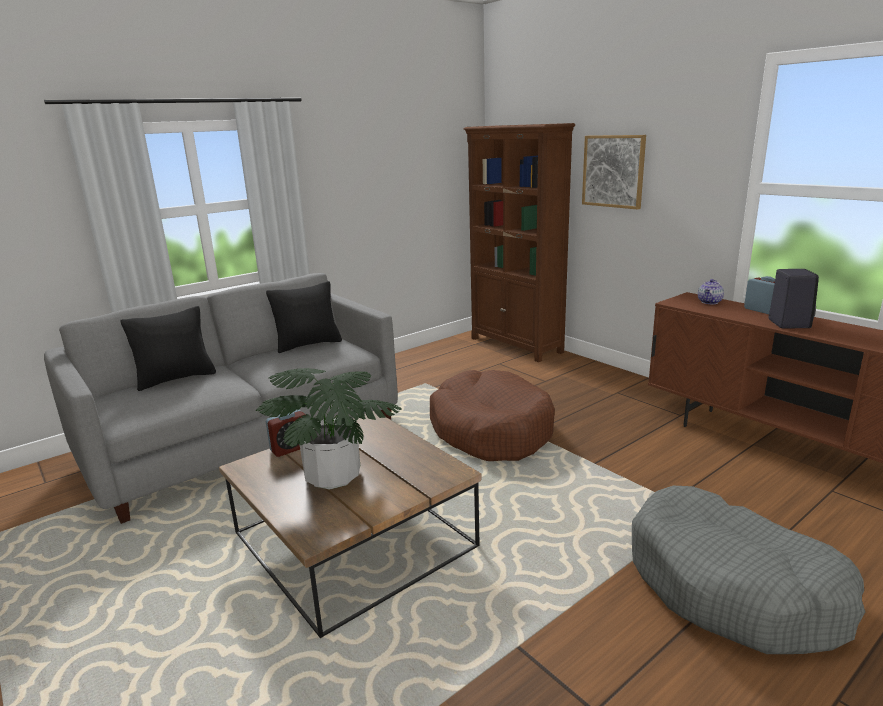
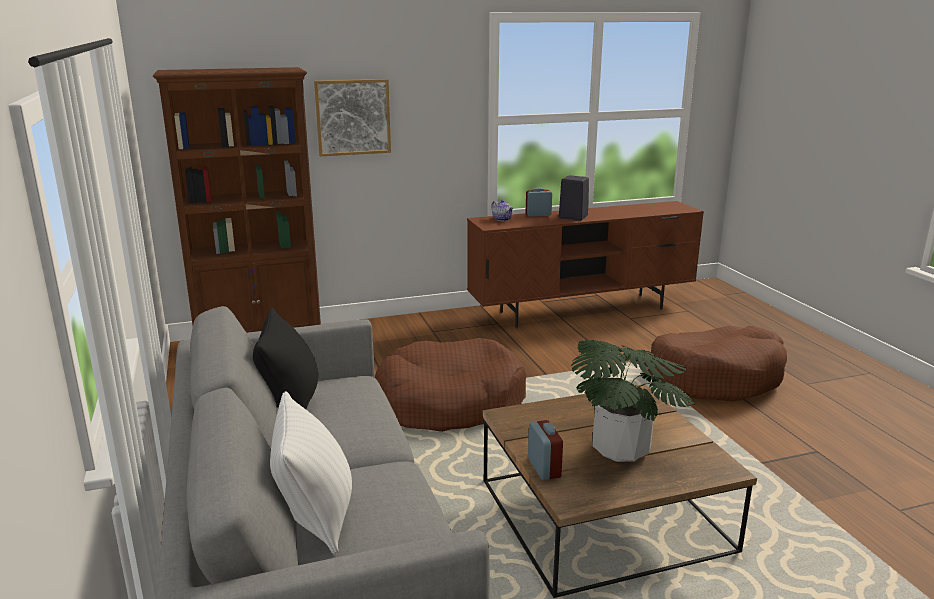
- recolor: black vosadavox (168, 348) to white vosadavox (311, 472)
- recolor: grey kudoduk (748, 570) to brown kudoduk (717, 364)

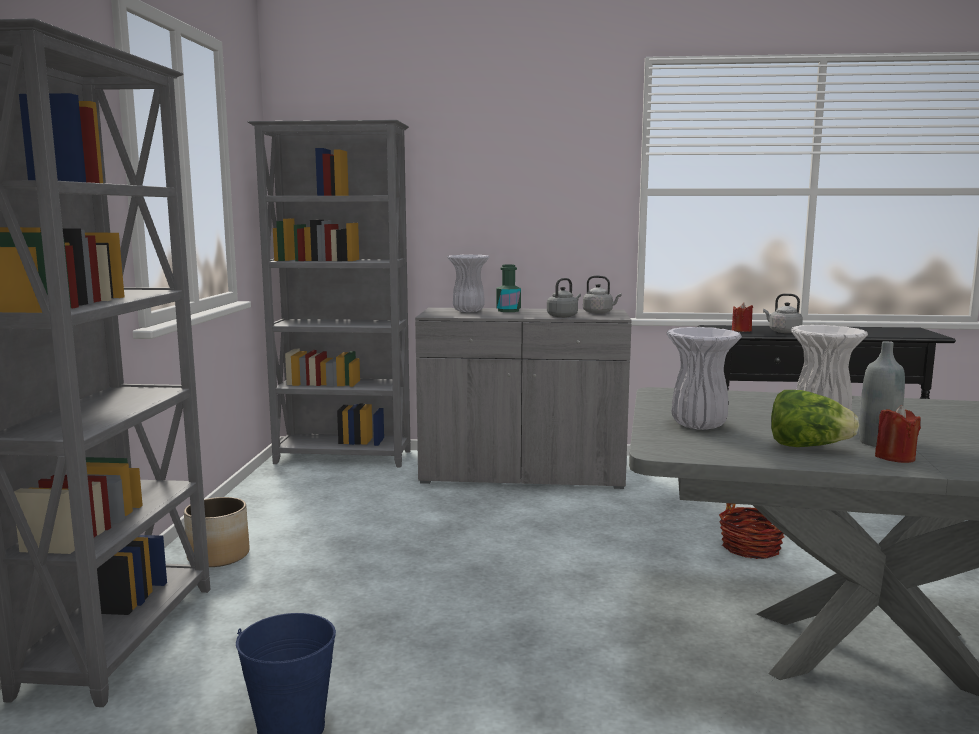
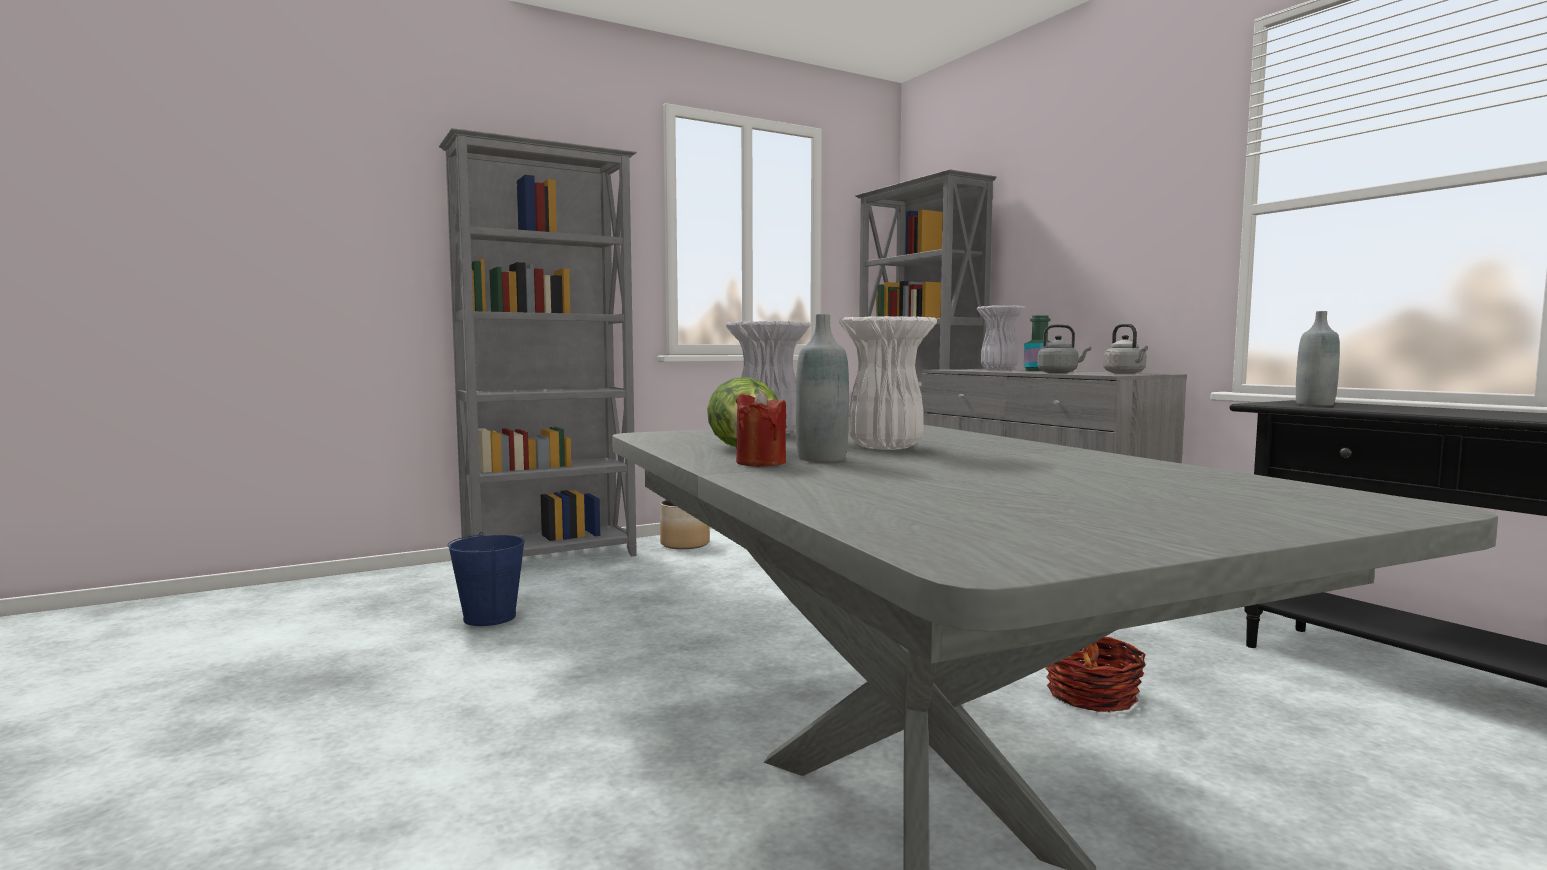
- replace: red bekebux (742, 317) to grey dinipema (1318, 358)
- delete: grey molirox (783, 313)

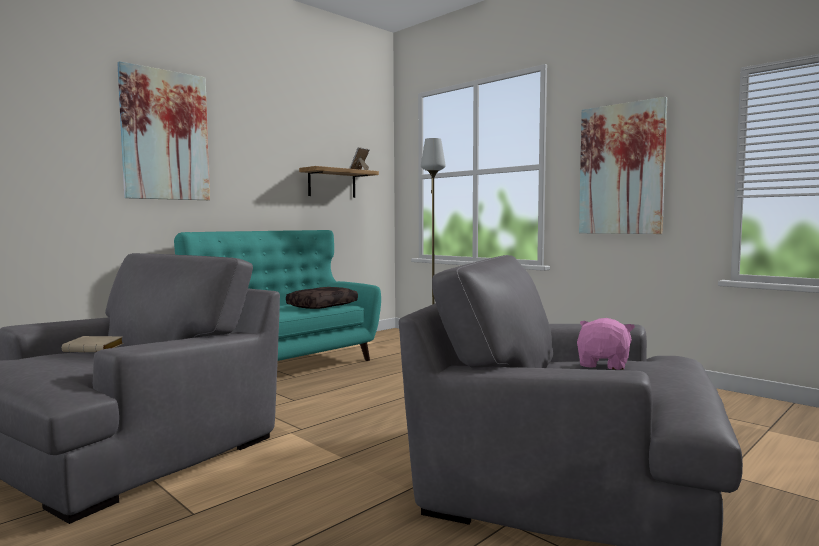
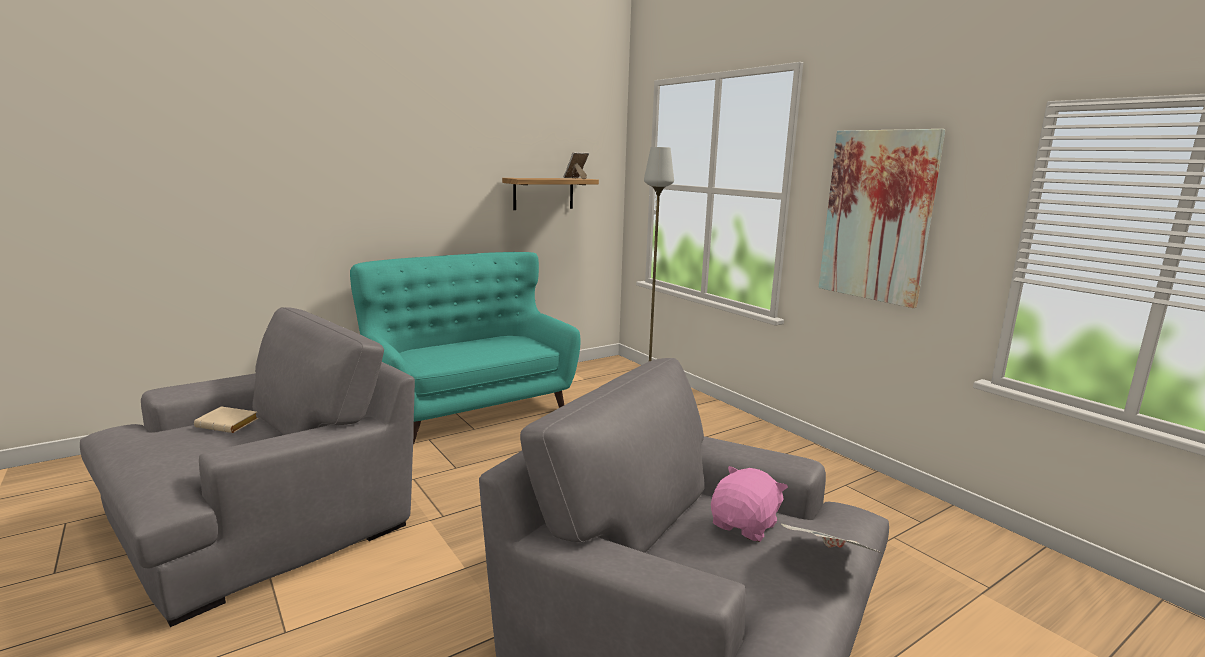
- insert: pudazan (832, 539)
- delete: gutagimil (163, 130)
- delete: brown vosadavox (322, 298)

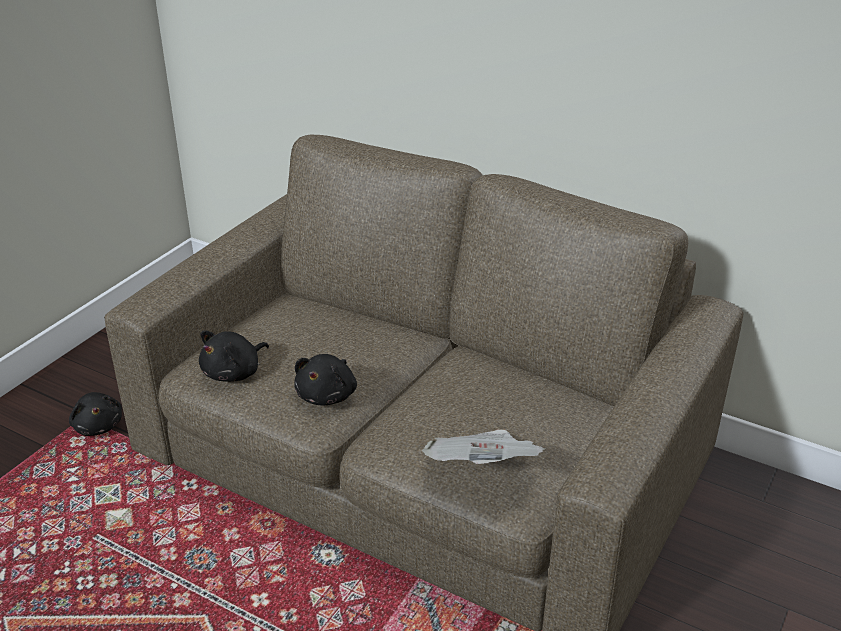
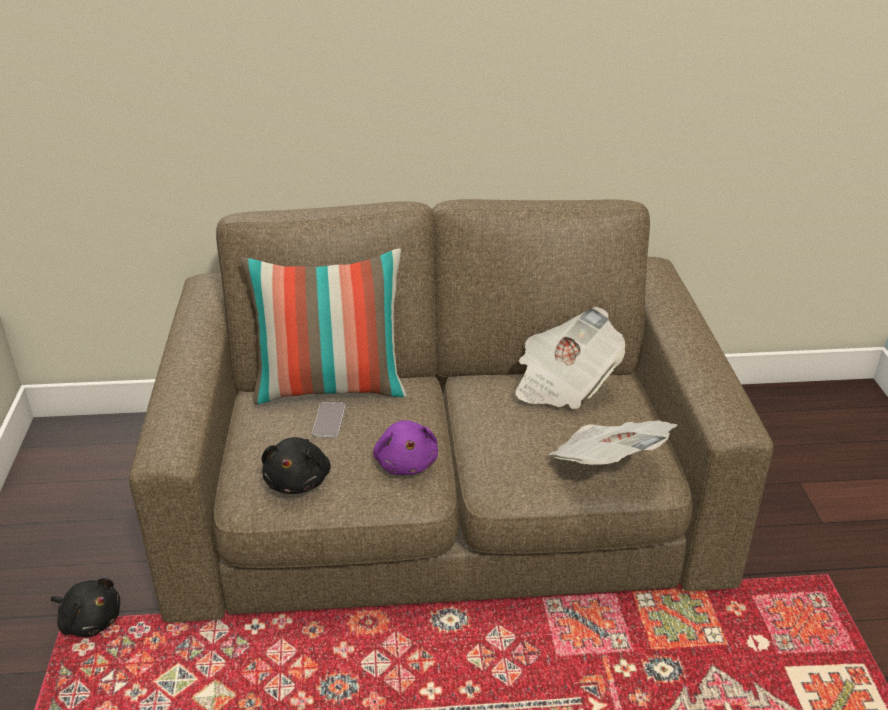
- insert: vosadavox (323, 326)
- insert: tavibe (328, 420)
- recolor: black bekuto (325, 379) to purple bekuto (405, 447)
- insert: pudazan (570, 358)

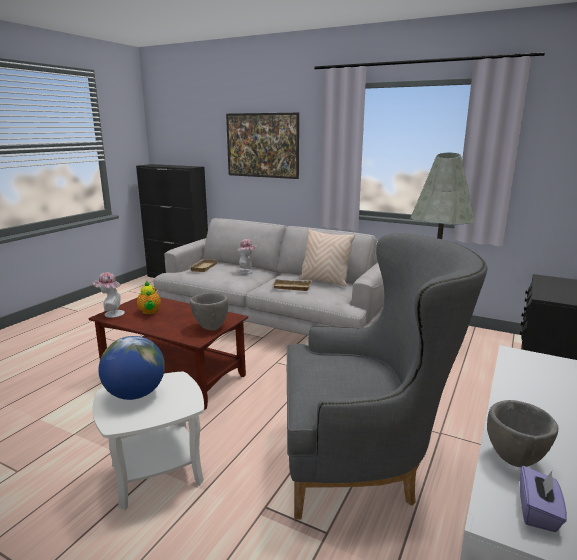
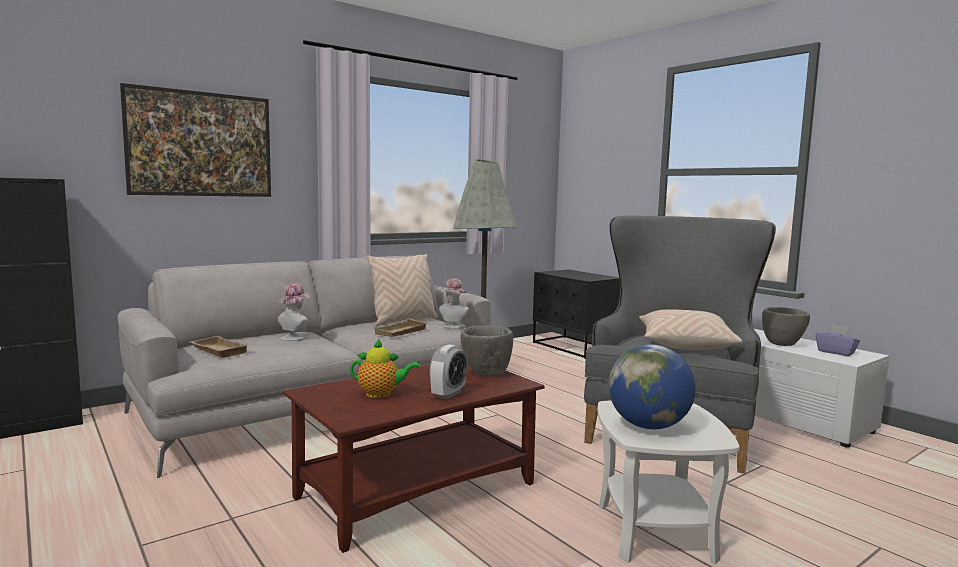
- insert: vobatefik (448, 371)
- move: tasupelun (109, 295) to (454, 303)
- insert: beige vosadavox (691, 329)

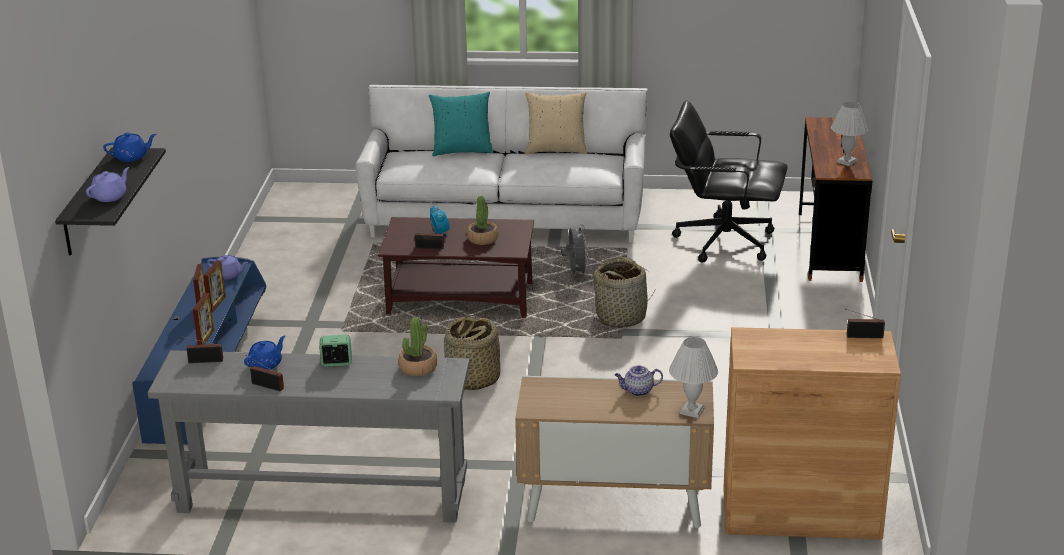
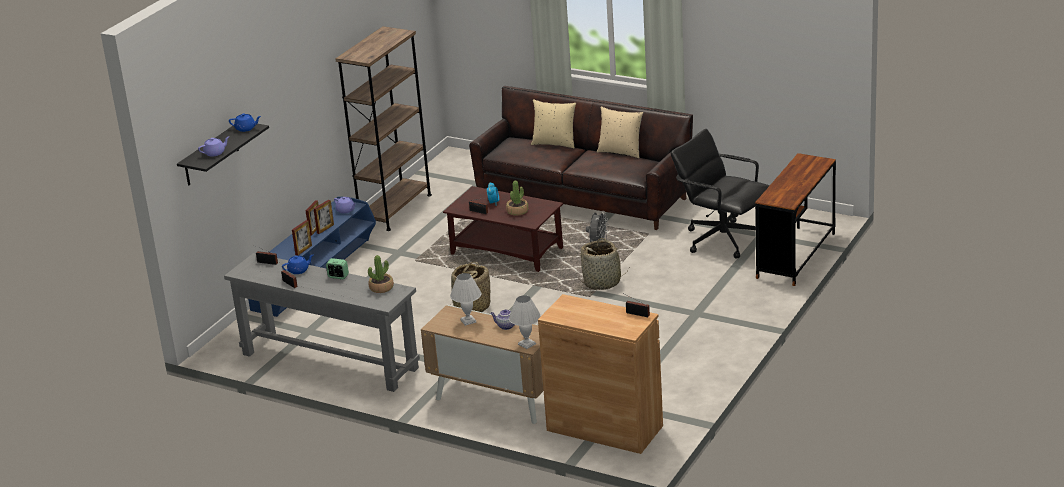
- insert: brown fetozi (383, 128)
- move: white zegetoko (850, 134) to (465, 299)
- recolor: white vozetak (501, 164) to brown vozetak (581, 158)
- recolor: turquoise vosadavox (461, 124) to beige vosadavox (553, 124)

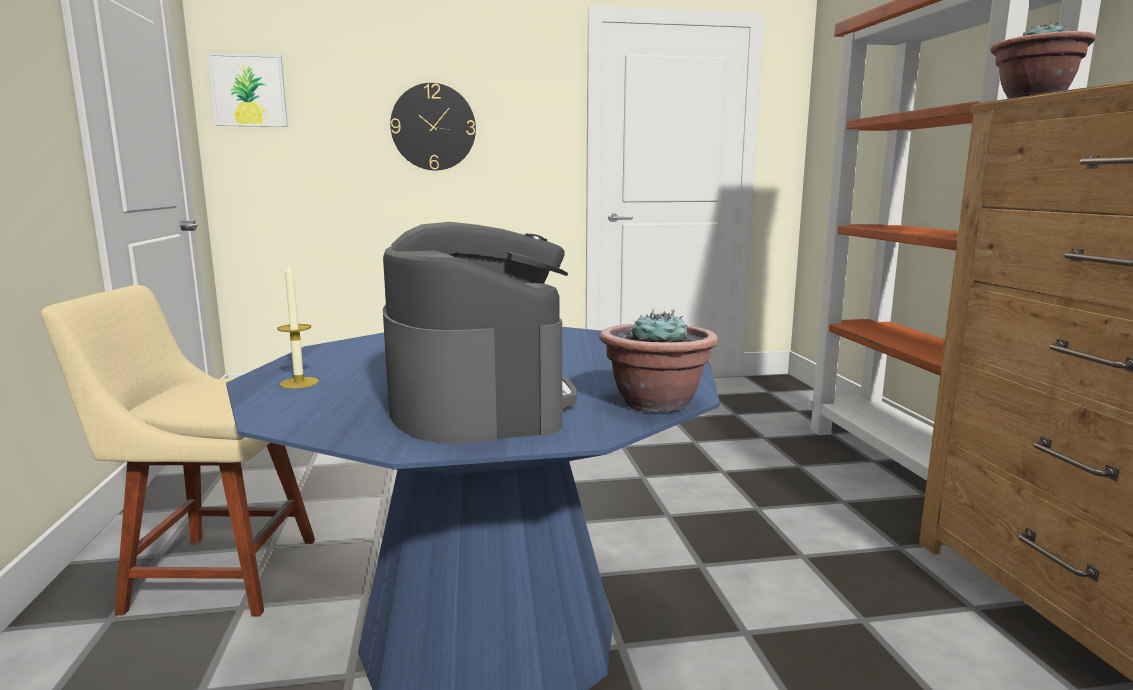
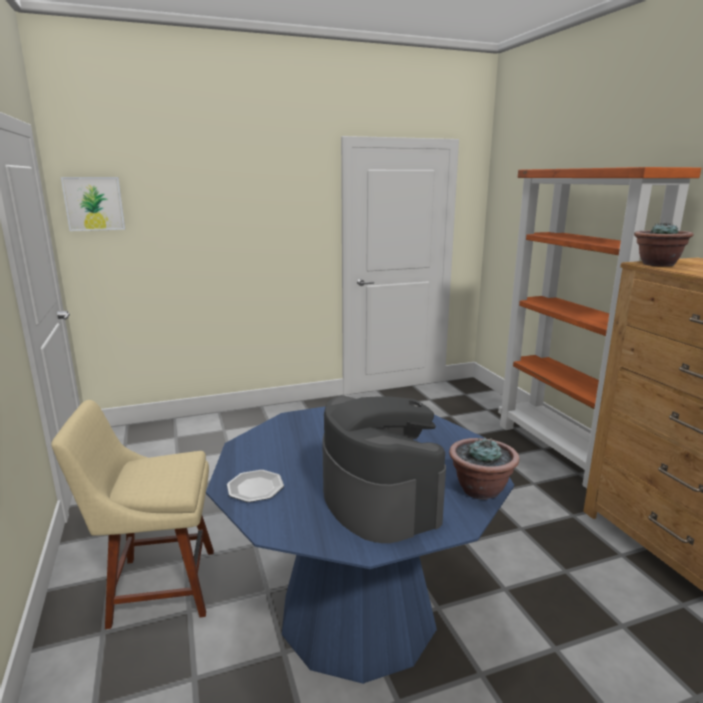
- replace: bekebux (298, 325) to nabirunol (255, 486)
- delete: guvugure (433, 126)

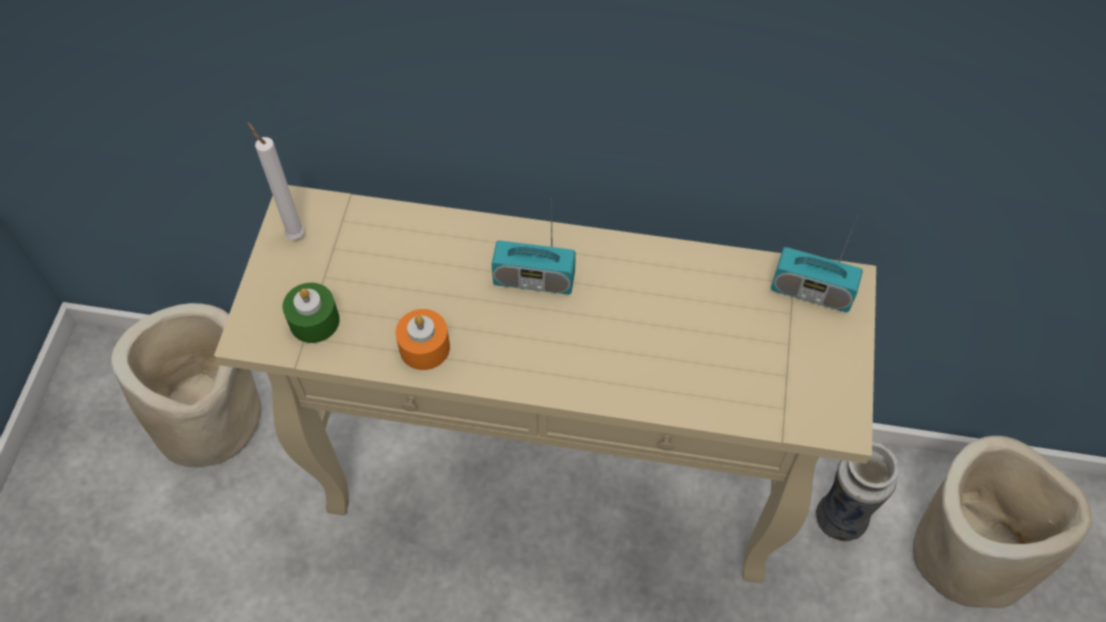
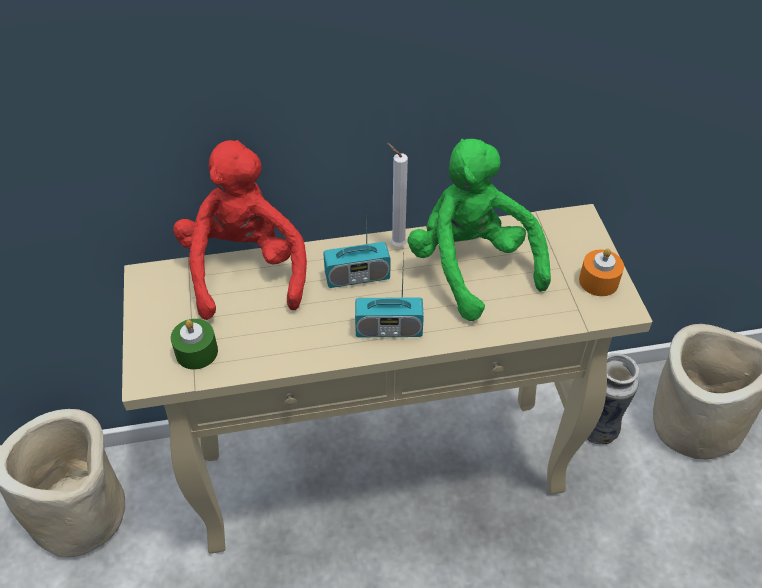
- insert: red bekuto (240, 230)
- move: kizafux (817, 264) to (389, 294)
- move: white bekebux (276, 180) to (397, 195)
- insert: green bekuto (479, 230)
- move: orange bekebux (422, 339) to (601, 272)

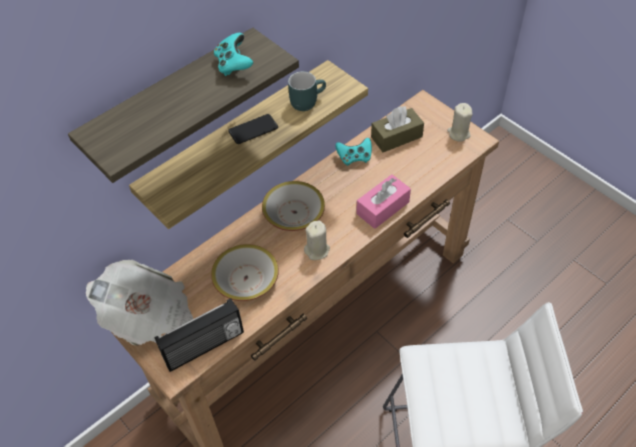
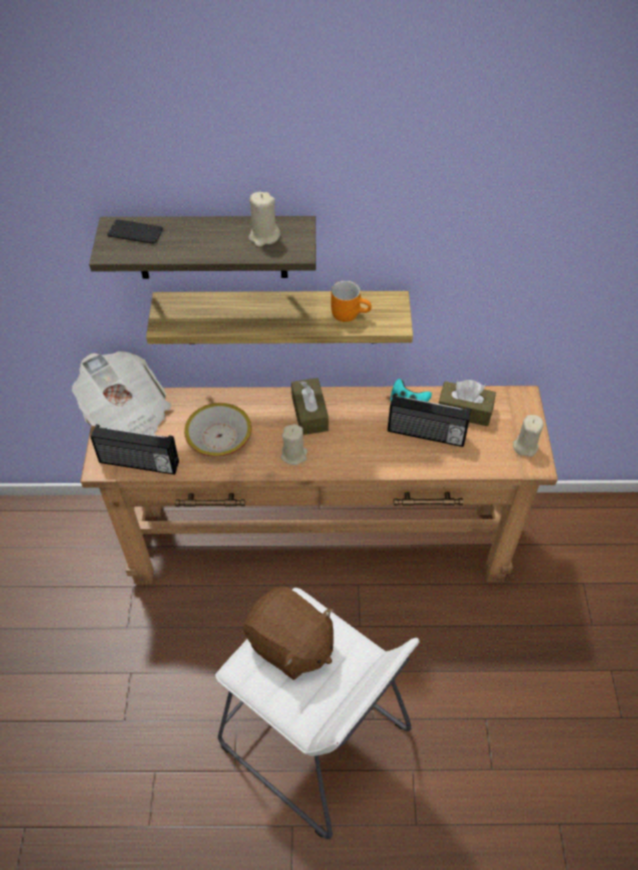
- move: tavibe (253, 129) to (135, 232)
- insert: brown bekuto (288, 633)
- replace: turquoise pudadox (233, 54) to beige bekebux (264, 219)
- replace: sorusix (293, 206) to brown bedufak (310, 406)
- recolor: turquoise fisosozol (307, 91) to orange fisosozol (351, 301)
- insert: kizafux (429, 420)
- delete: pink bedufak (383, 201)

